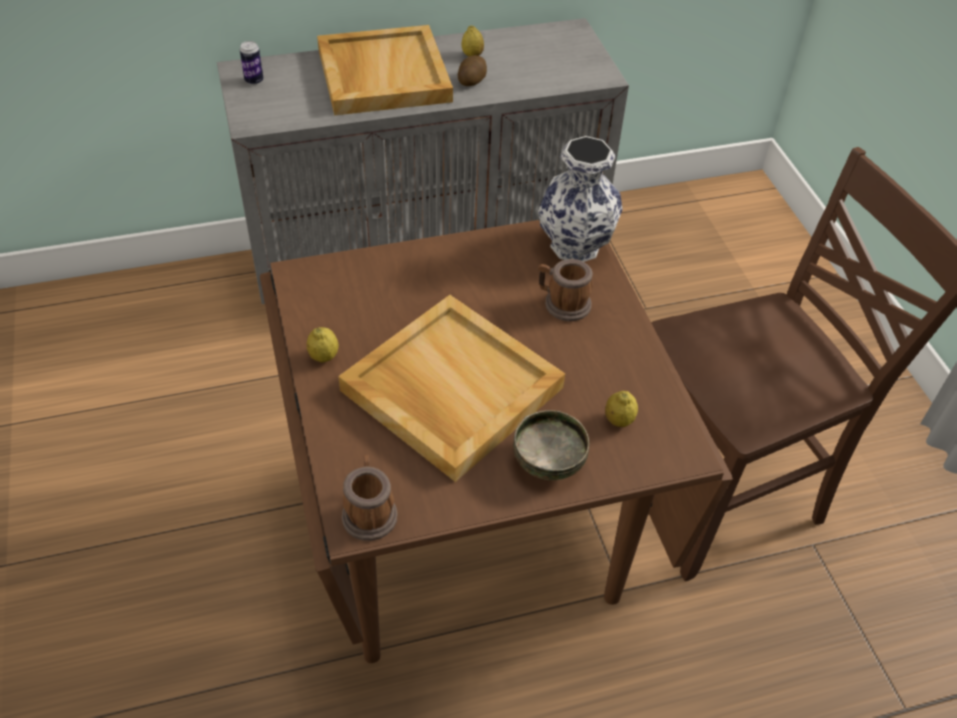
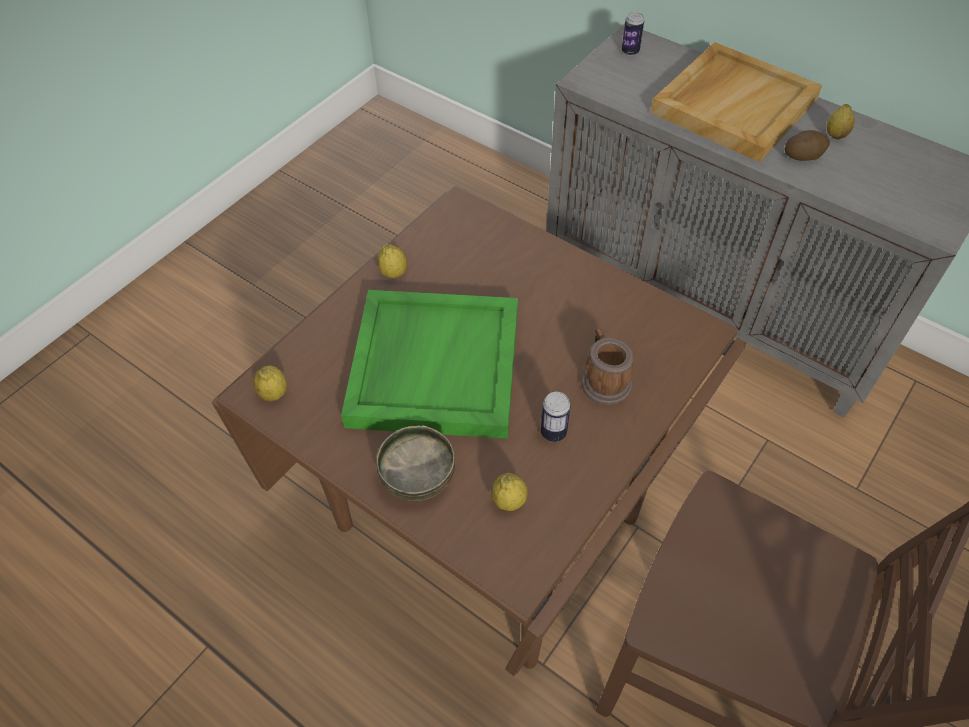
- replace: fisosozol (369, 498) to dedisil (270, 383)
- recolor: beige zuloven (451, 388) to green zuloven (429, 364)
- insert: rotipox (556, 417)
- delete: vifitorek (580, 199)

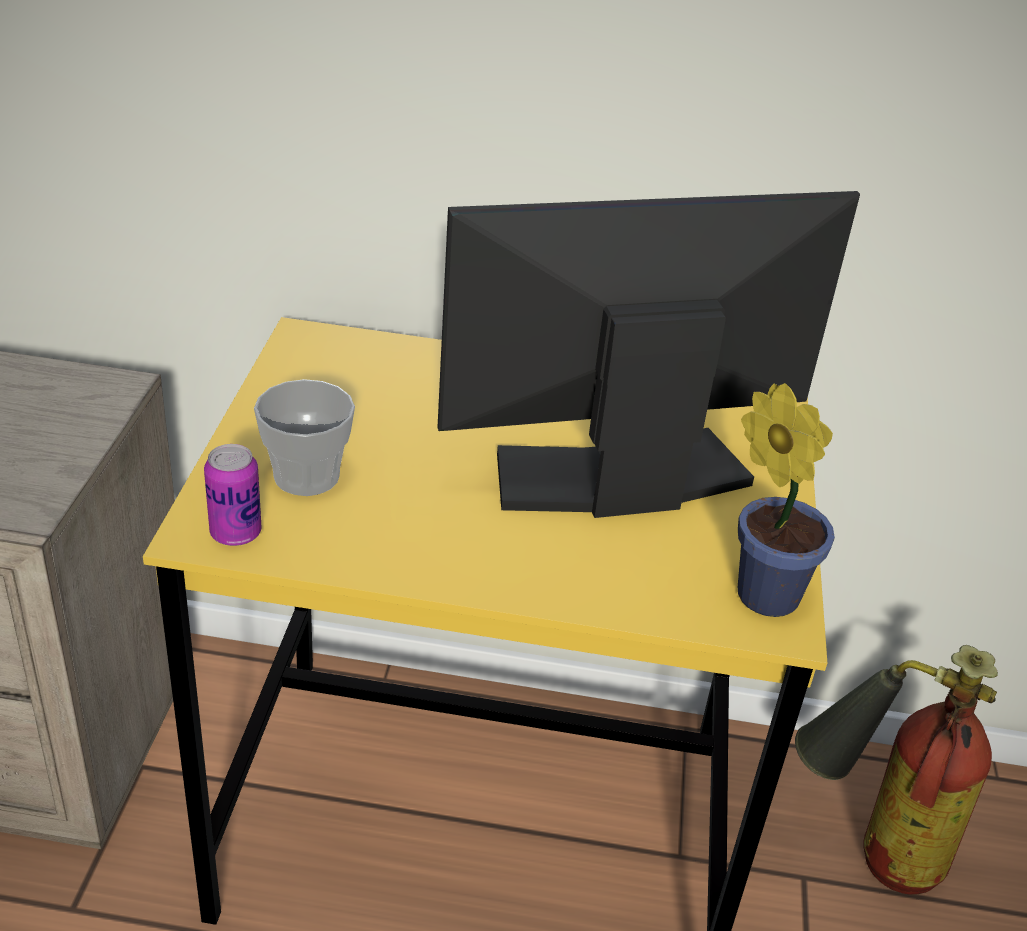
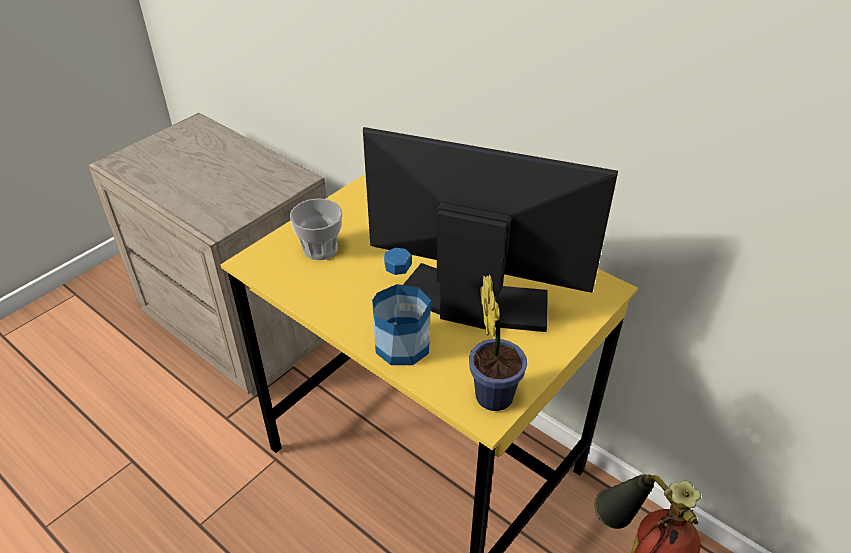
- insert: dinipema (401, 306)
- delete: rotipox (233, 495)

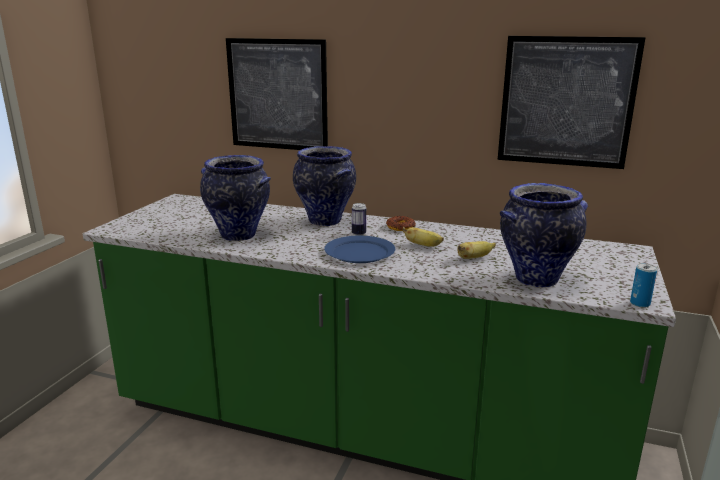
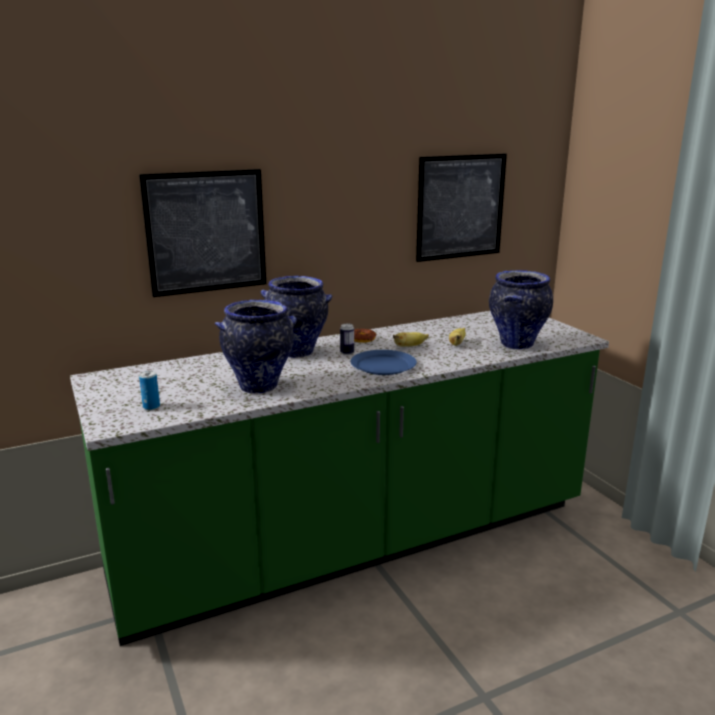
- move: rotipox (643, 285) to (149, 390)

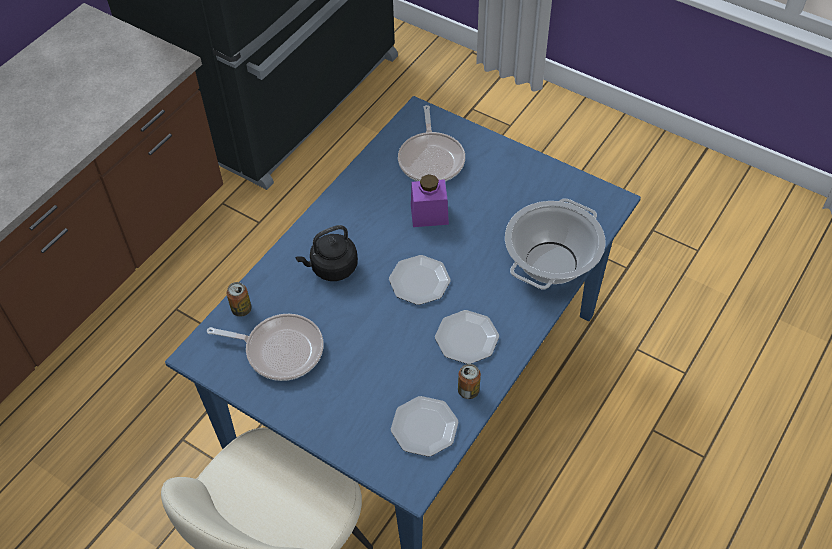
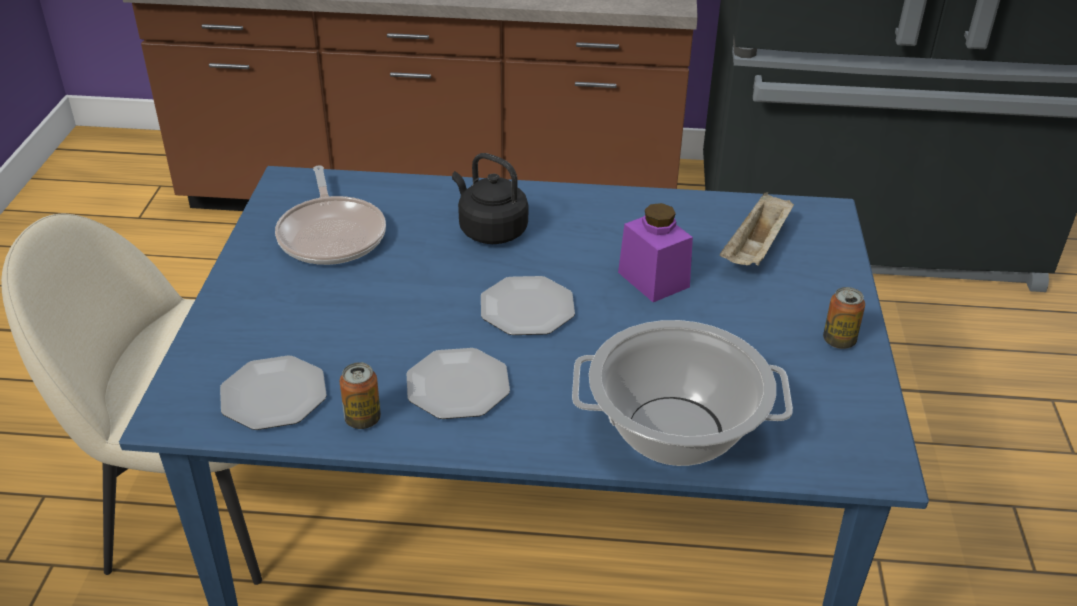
- replace: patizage (431, 143) to beige zuloven (757, 229)
- move: rotipox (239, 299) to (844, 318)

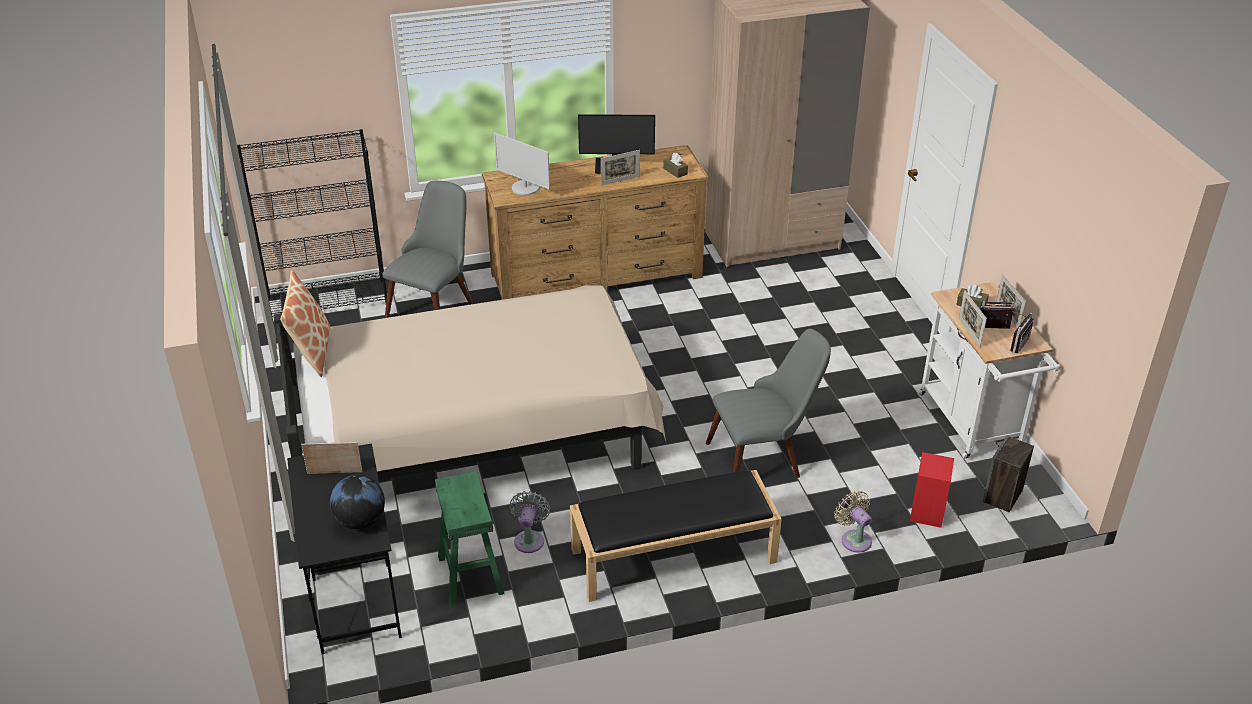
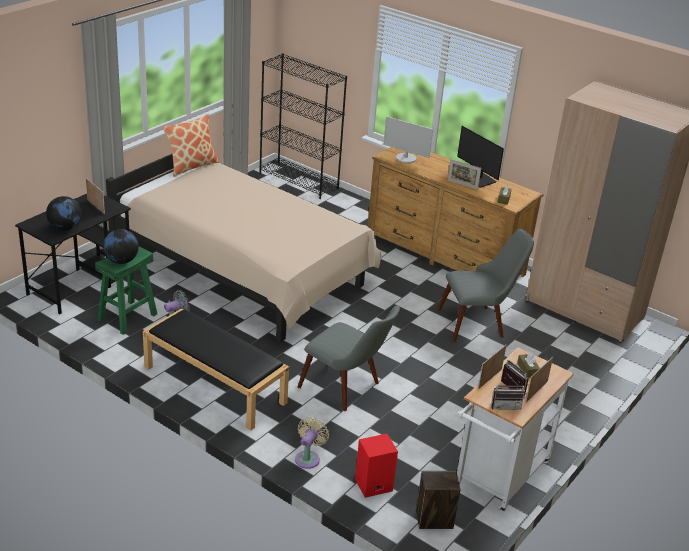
- insert: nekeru (121, 246)
- rotate: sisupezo (522, 164) = (408, 139) 60 degrees counterclockwise
- move: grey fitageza (428, 249) to (485, 285)

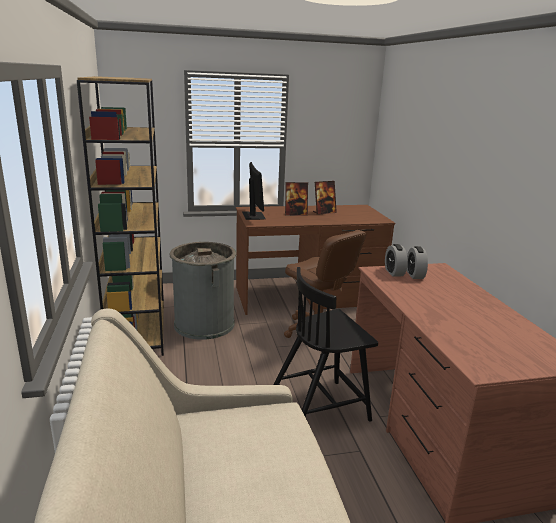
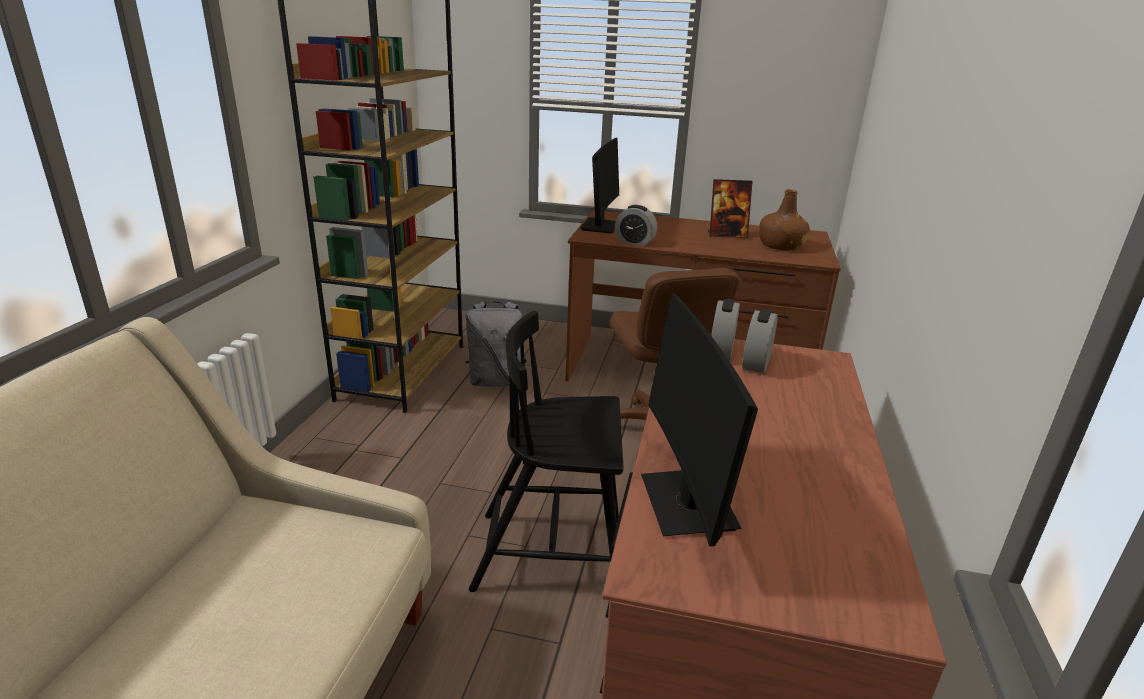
- replace: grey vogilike (202, 291) to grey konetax (496, 344)
- insert: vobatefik (636, 225)
- insert: sisupezo (699, 420)
- insert: brown dinipema (784, 219)
- delete: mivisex (296, 199)

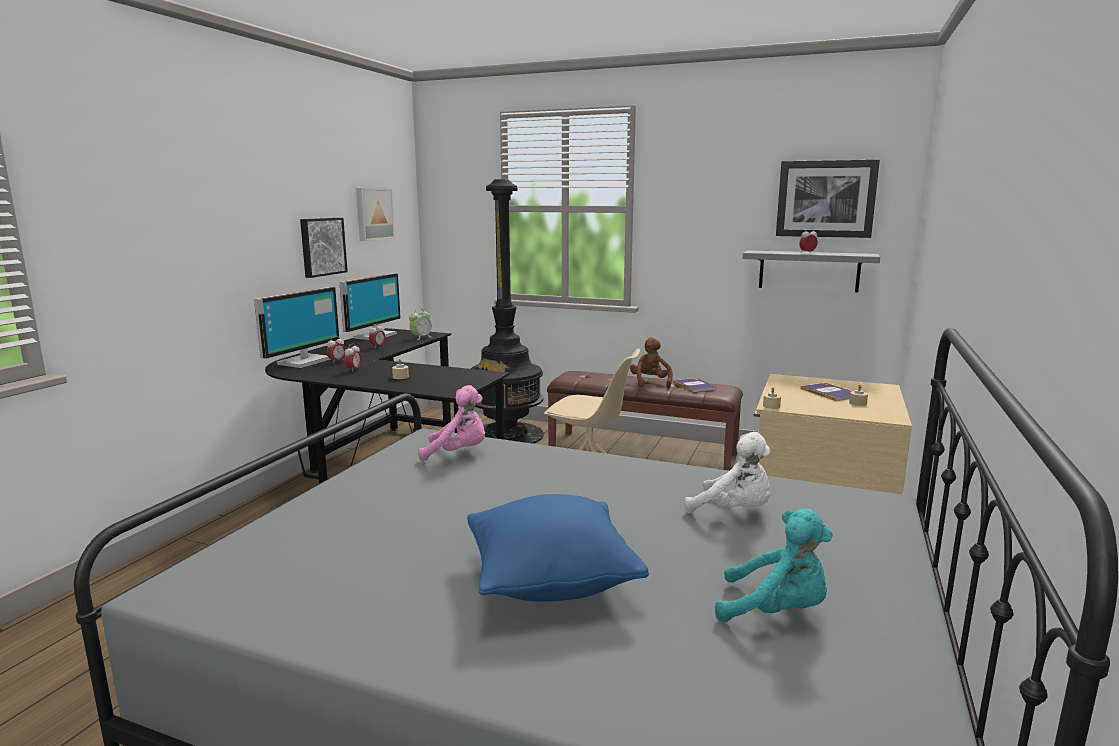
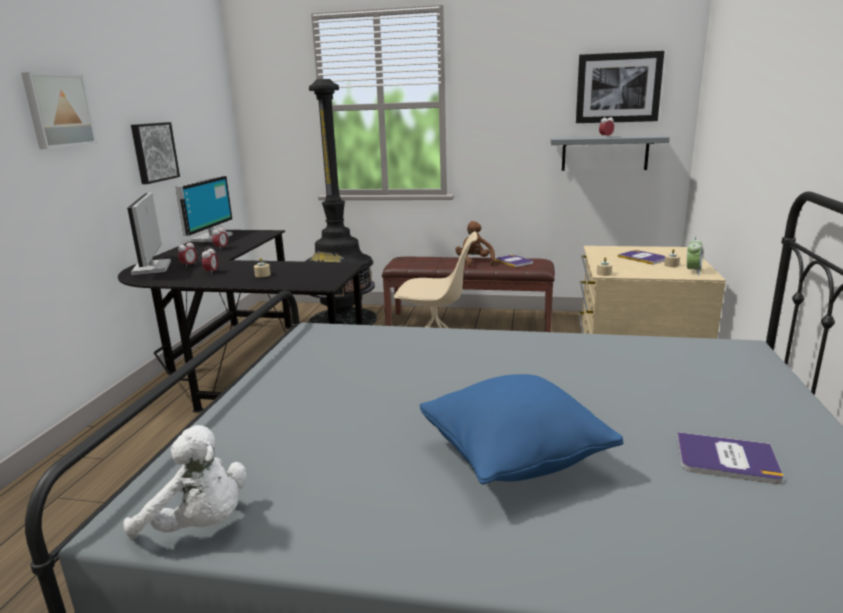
- move: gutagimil (375, 214) to (59, 110)
- move: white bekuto (727, 472) to (185, 482)
- rotate: sisupezo (296, 327) = (149, 234) 150 degrees clockwise
- replace: turquoise bekuto (774, 566) to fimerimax (730, 458)
- move: vobatefik (420, 324) to (695, 256)
- delete: pink bekuto (451, 423)

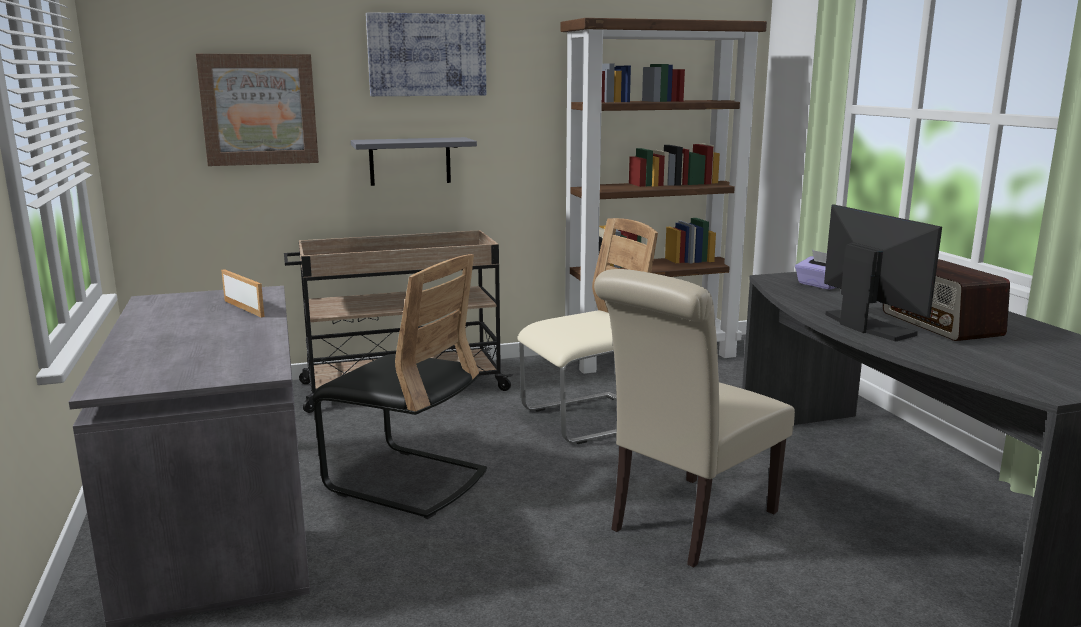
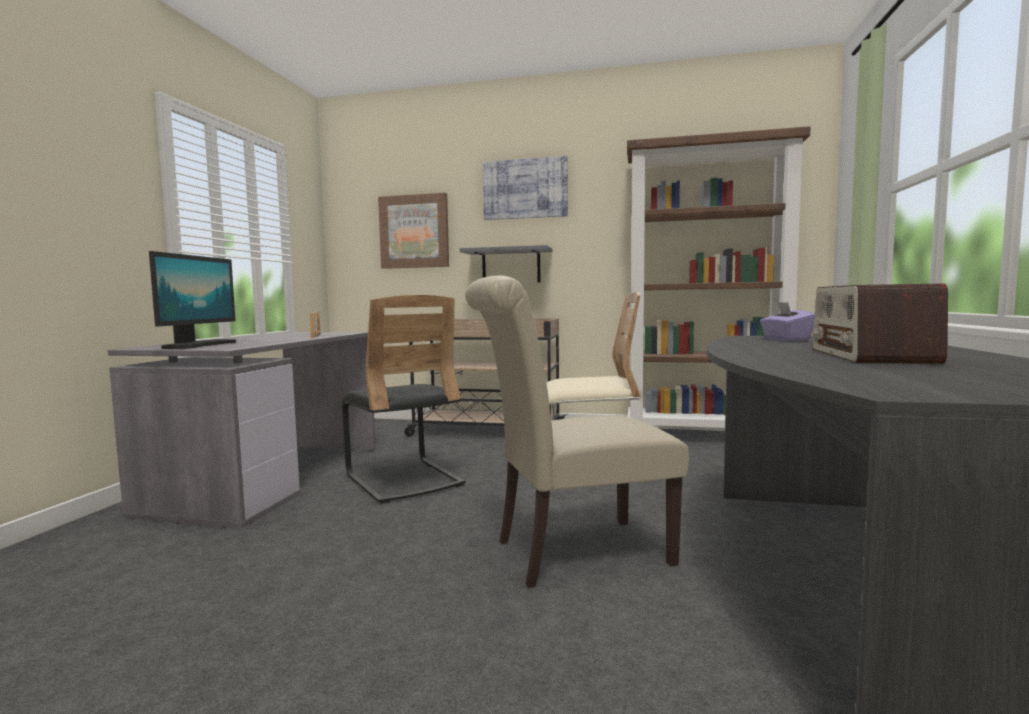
- move: sisupezo (883, 273) to (192, 300)

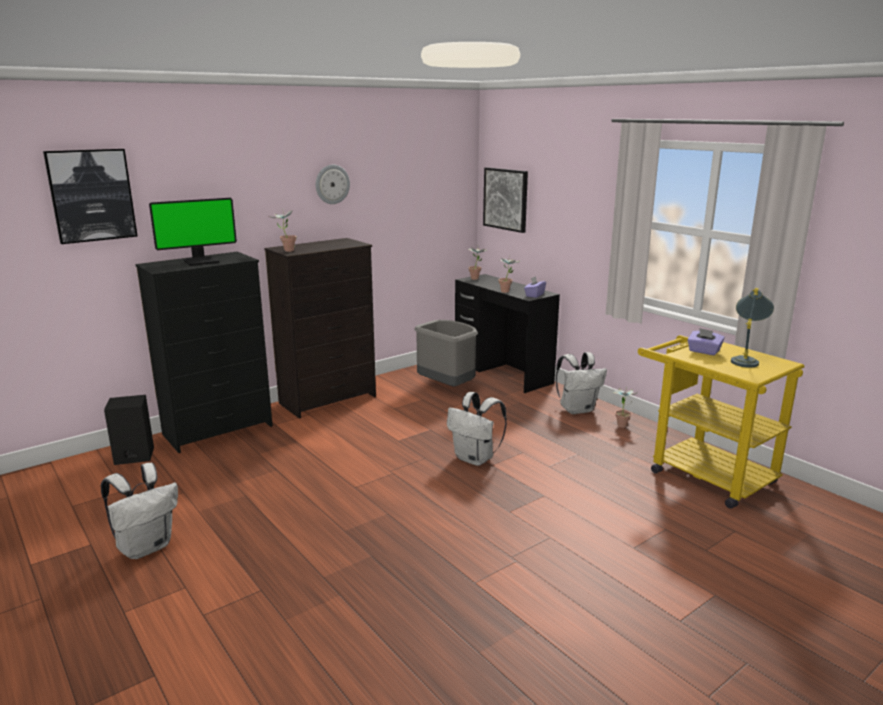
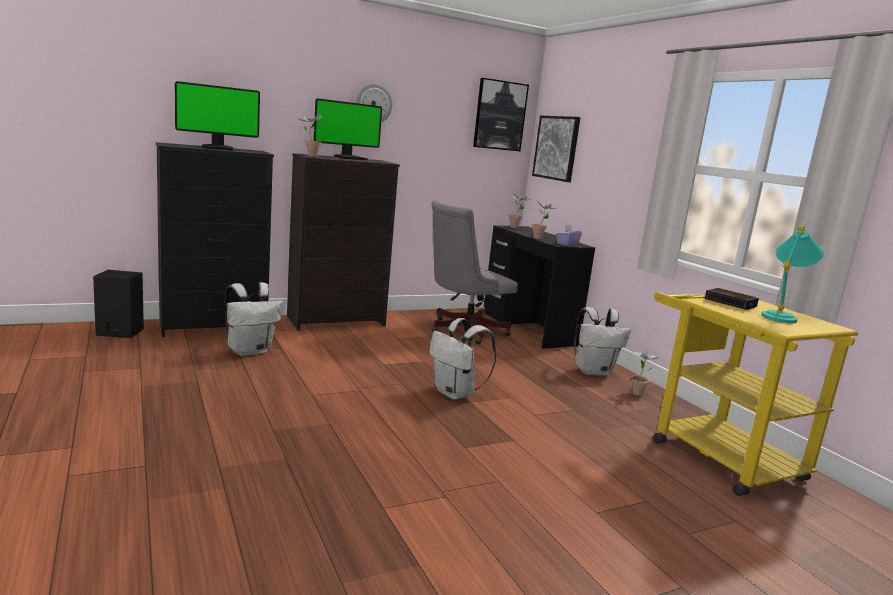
- move: white konetax (139, 511) to (254, 319)
- insert: sisupezo (348, 129)
- replace: grey vogilike (446, 353) to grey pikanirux (474, 272)
- move: gutagimil (90, 196) to (501, 114)
- replace: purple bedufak (706, 342) to vobatefik (732, 299)
- recolor: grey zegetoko (752, 328) to turquoise zegetoko (792, 274)

